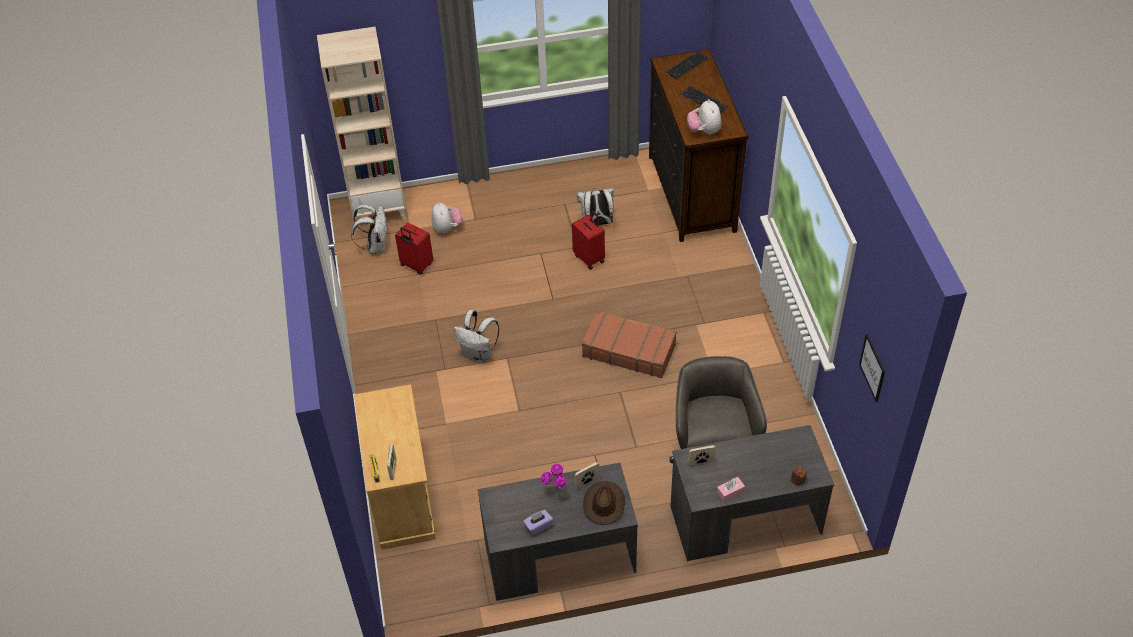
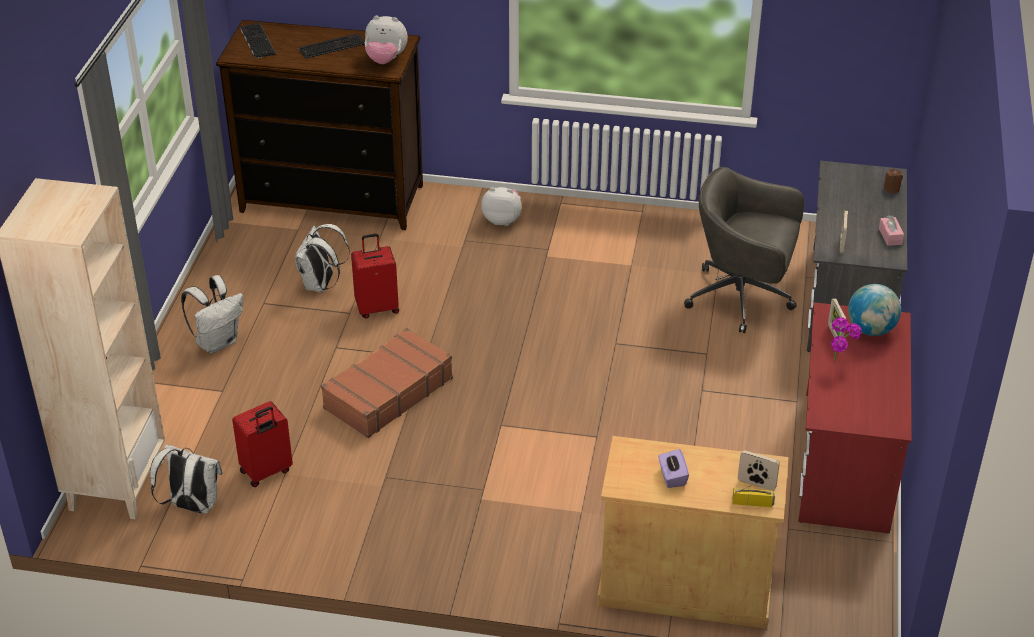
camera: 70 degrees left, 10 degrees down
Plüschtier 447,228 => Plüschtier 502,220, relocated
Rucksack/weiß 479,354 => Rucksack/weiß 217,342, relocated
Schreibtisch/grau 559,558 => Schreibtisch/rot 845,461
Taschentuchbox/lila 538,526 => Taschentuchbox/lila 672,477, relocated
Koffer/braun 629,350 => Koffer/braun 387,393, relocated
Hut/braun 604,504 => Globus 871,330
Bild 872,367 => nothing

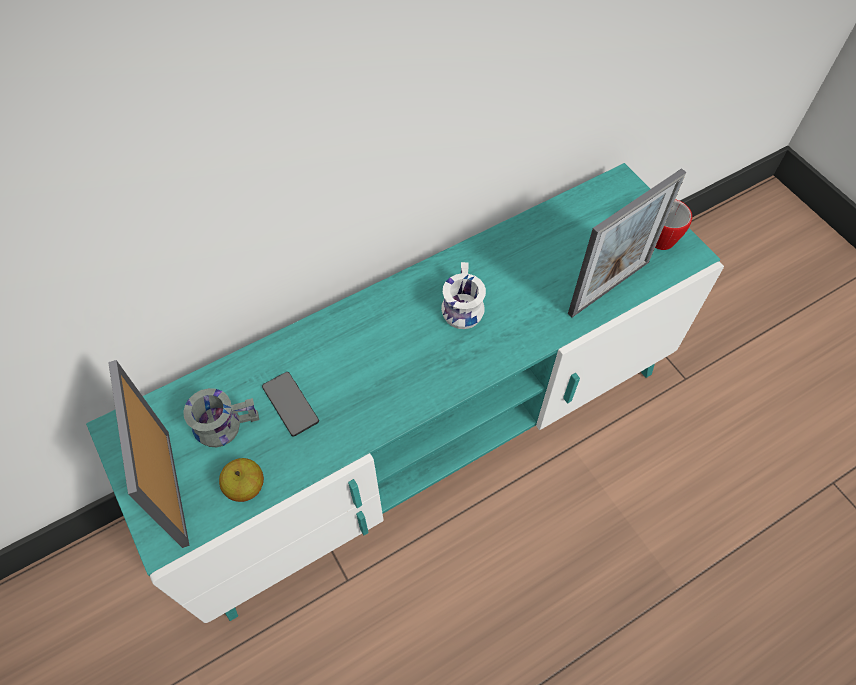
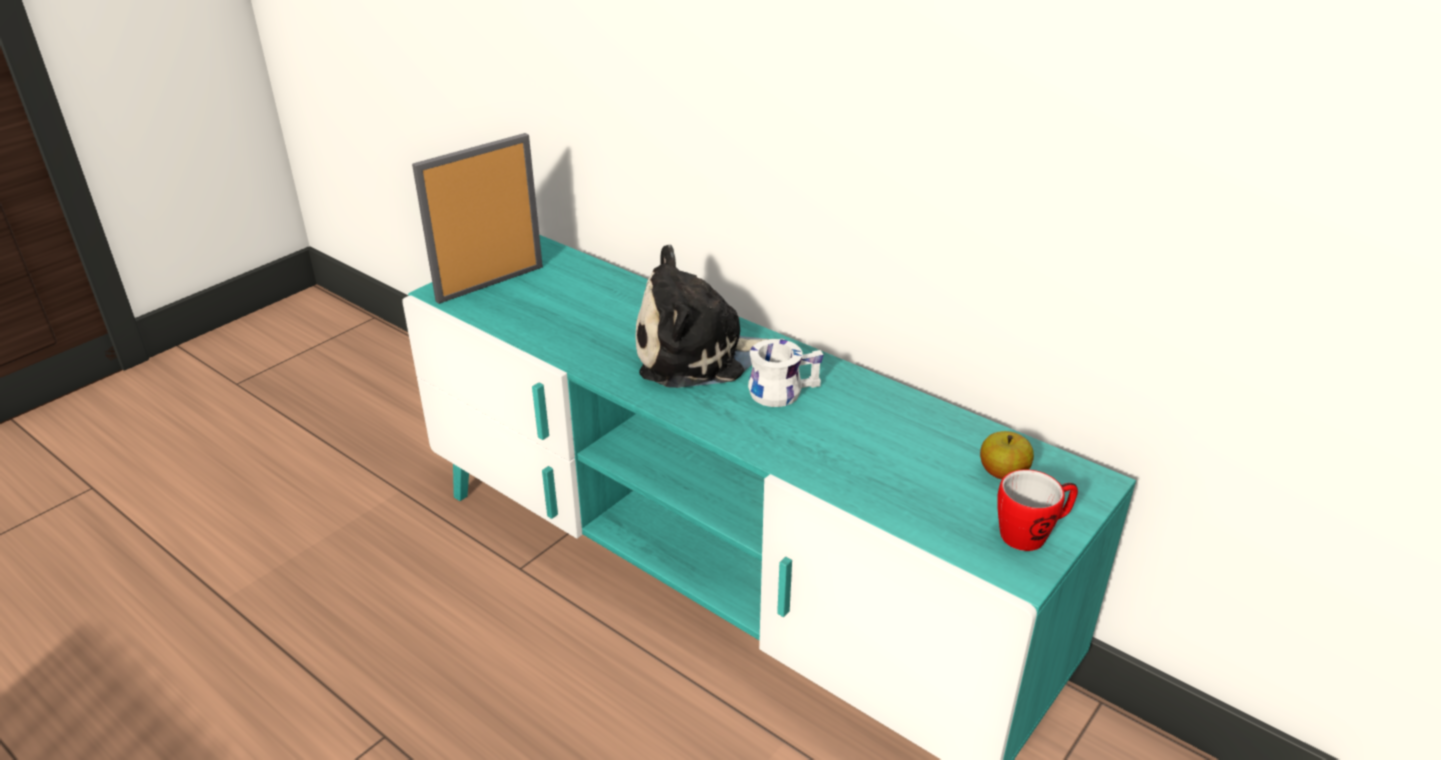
camera: 70 degrees right, 25 degrees down
Henkelbecher/grau 225,422 => nothing
Apfel 245,486 => Apfel 1003,473, relocated
Handy 290,404 => nothing
Bilderrahmen 609,287 => nothing
nothing => Plüschtier 698,354

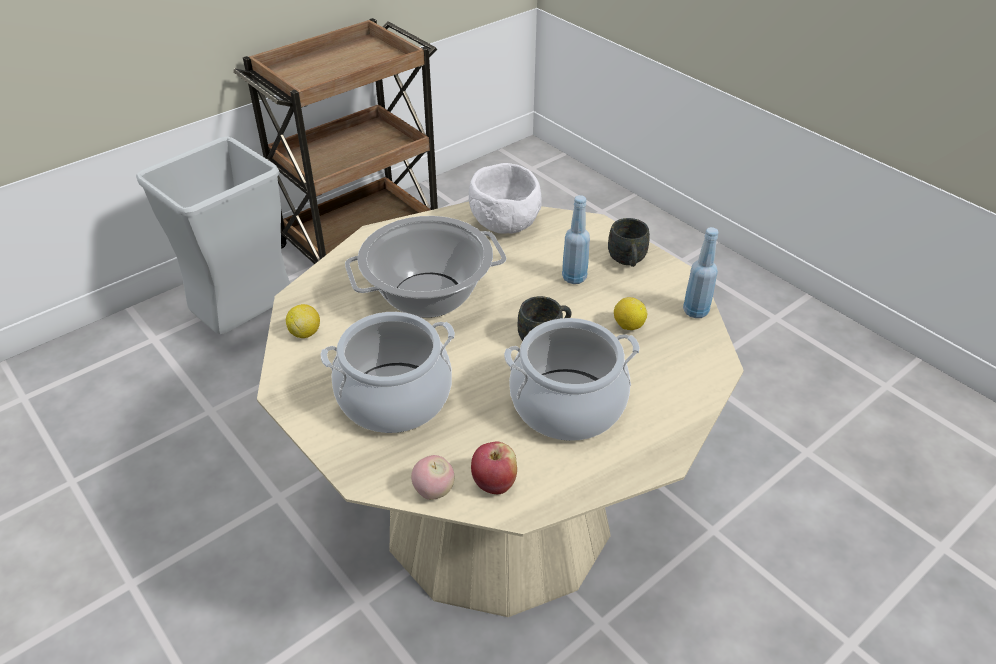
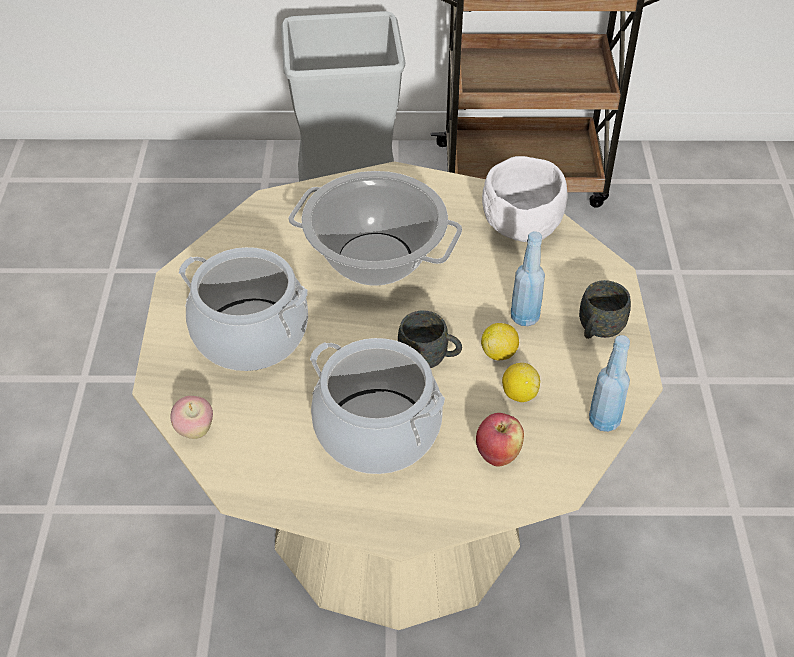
camera: 40 degrees right, 5 degrees up
Zitrone 305,333 => Zitrone 499,353, relocated
Apfel 494,483 => Apfel 497,454, relocated

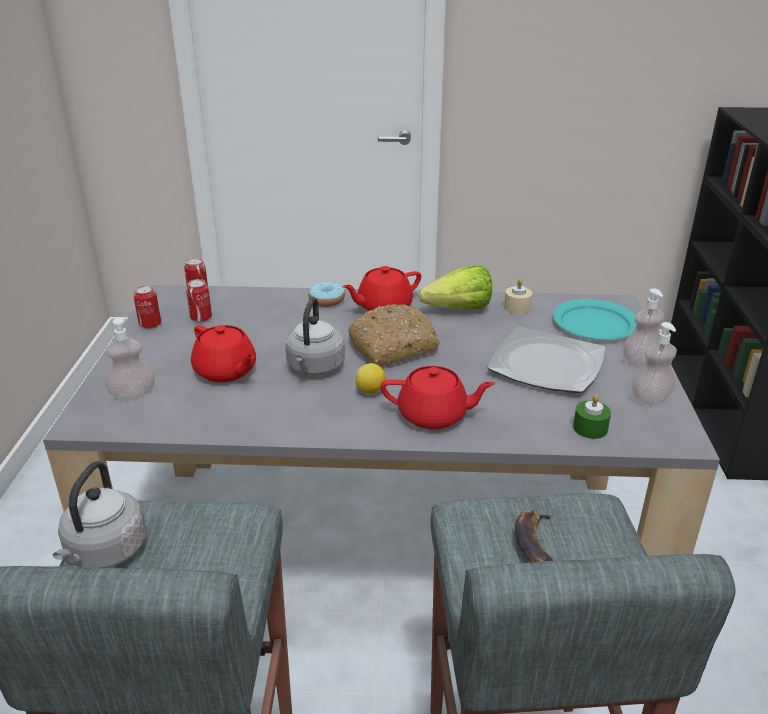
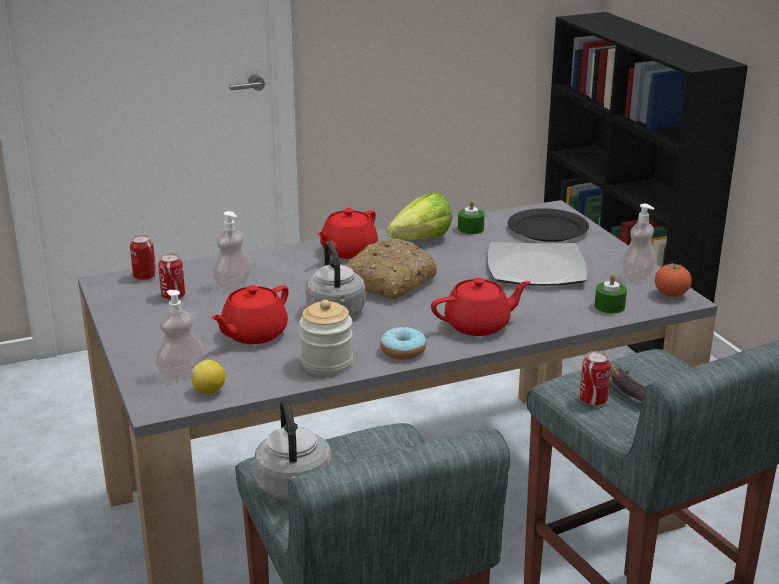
camera: 25 degrees left, 5 degrees down
Dose 150,324 => Dose 593,400, relocated
Teekanne/rot 226,371 => Teekanne/rot 253,334, 105 degrees clockwise
Donut 326,300 => Donut 403,351, relocated
Zitrone 371,391 => Zitrone 209,391, relocated
Kerze/beige 517,307 => Kerze/grün 470,229
Teller/türkis 594,324 => Teller/schwarz 548,229
Seifenspender 640,361 => Seifenspender 233,284, relocated
nothing => Vorratsglas 327,363
nothing => Tomate 671,295

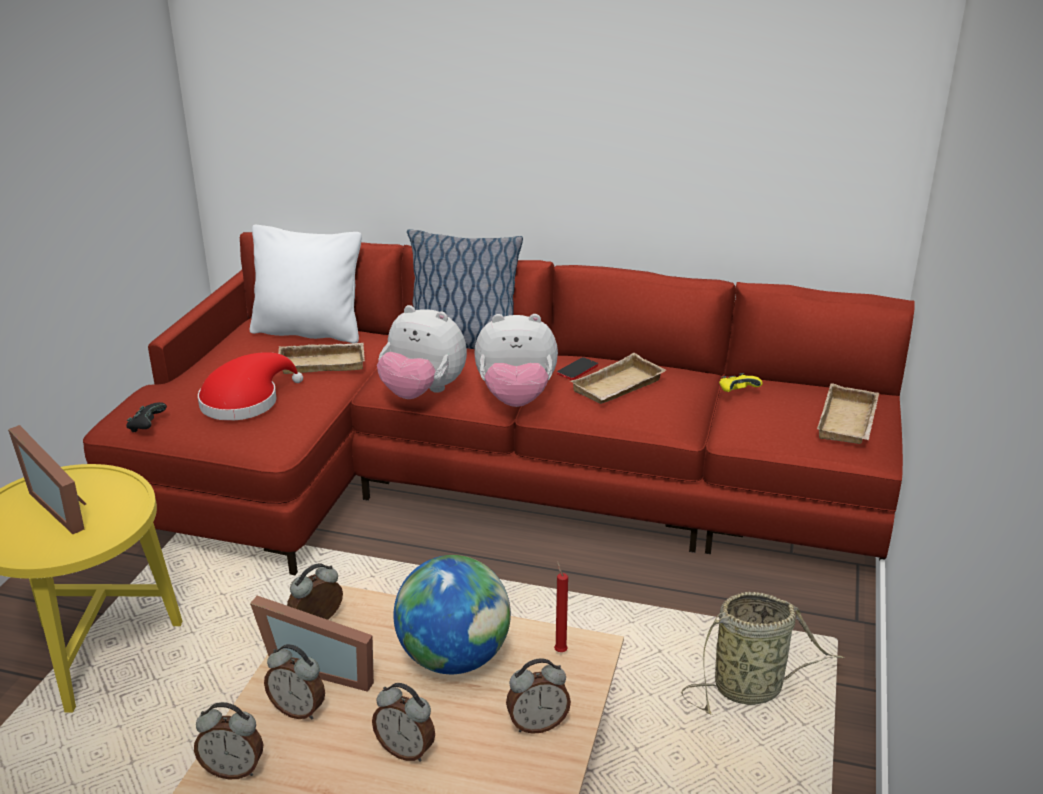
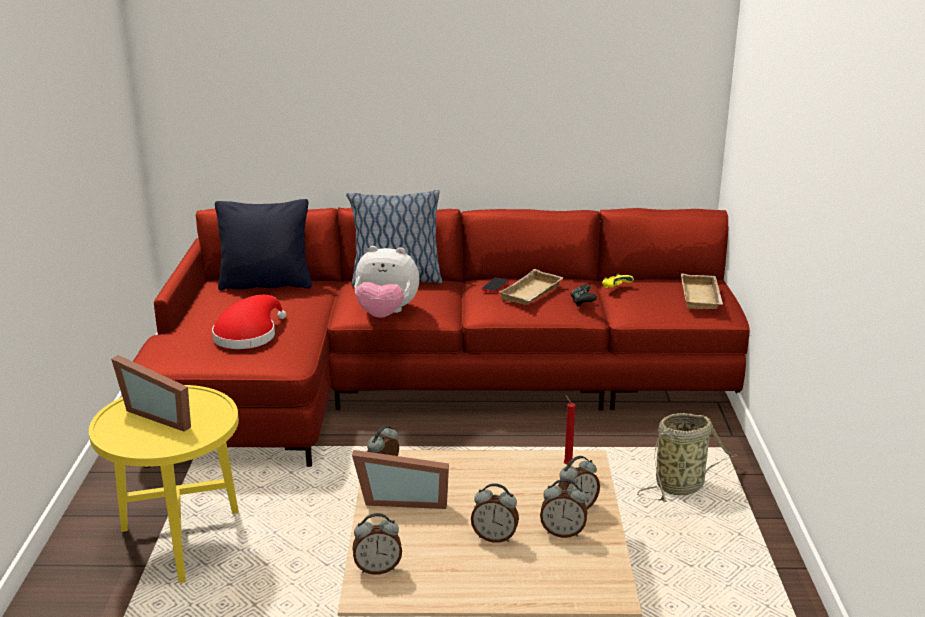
camera: 15 degrees left, 5 degrees down
Gamepad/schwarz 147,426 => Gamepad/schwarz 582,302, relocated
Kissen/weiß 309,332 => Kissen/schwarz 266,284
Wecker 298,709 => Wecker 562,532, relocated
Tablett/beige 323,362 => nothing
Globus 454,658 => nothing
Plüschtier 516,399 => nothing

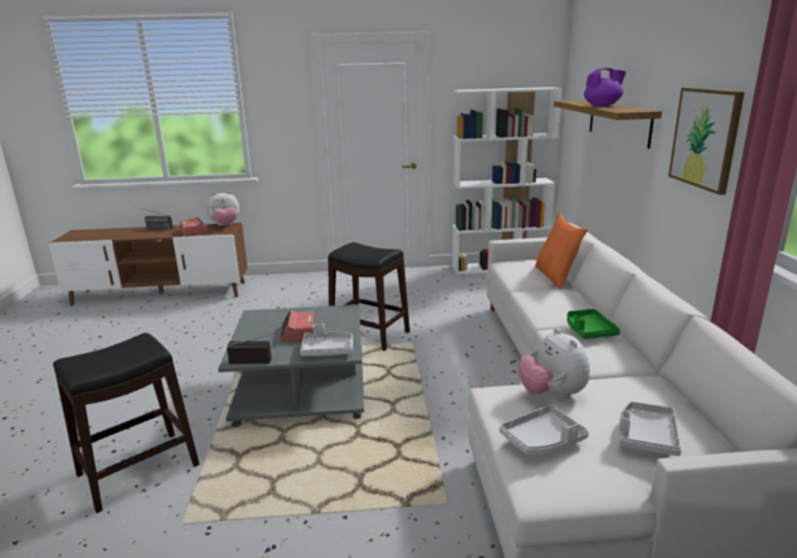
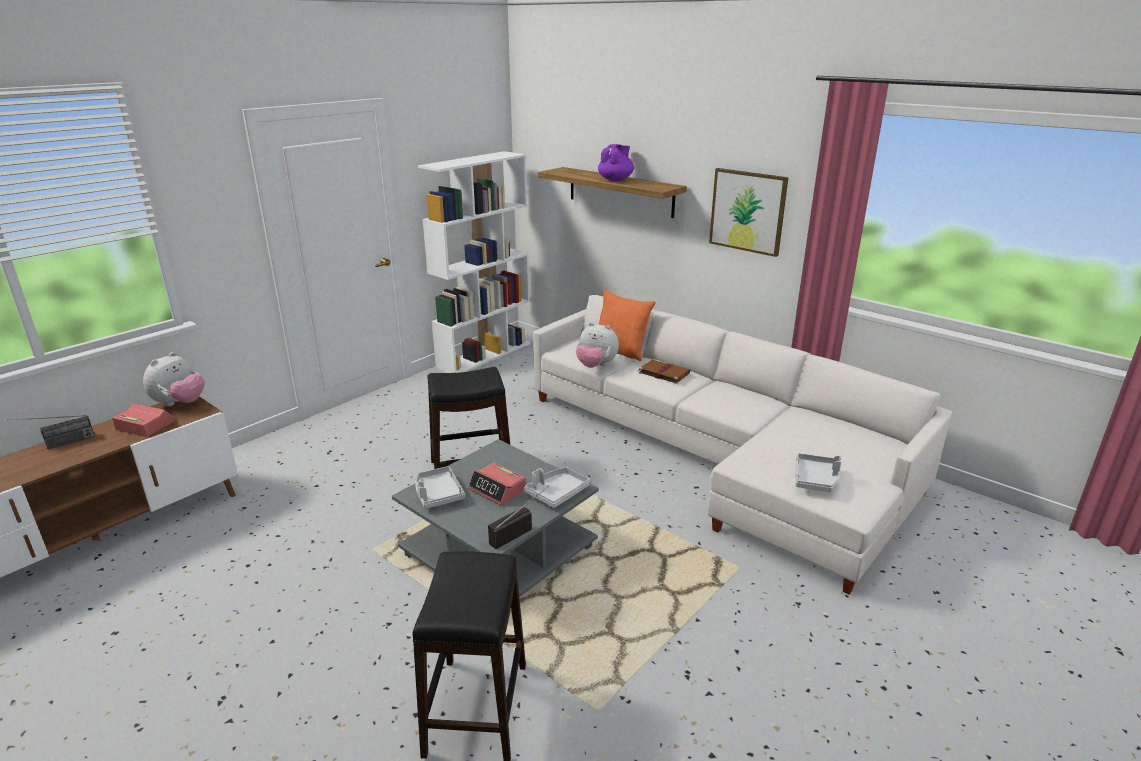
camera: 45 degrees left, 5 degrees up
Plüschtier 552,394 => Plüschtier 596,366, relocated
Tablett/grün 588,331 => nothing
Tablett/grau 646,436 => Tablett/grau 438,494, relocated
nothing => Buch/braun 663,373

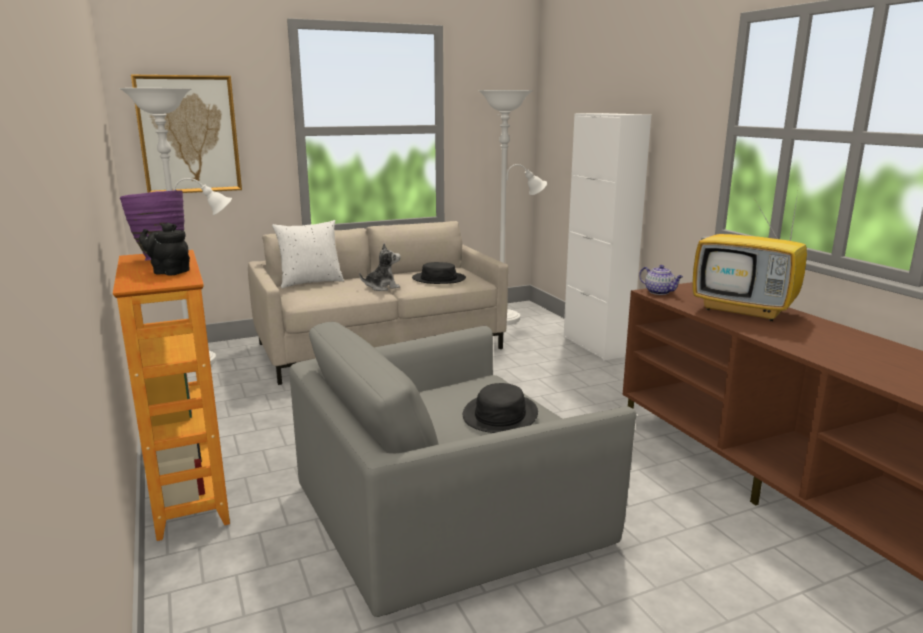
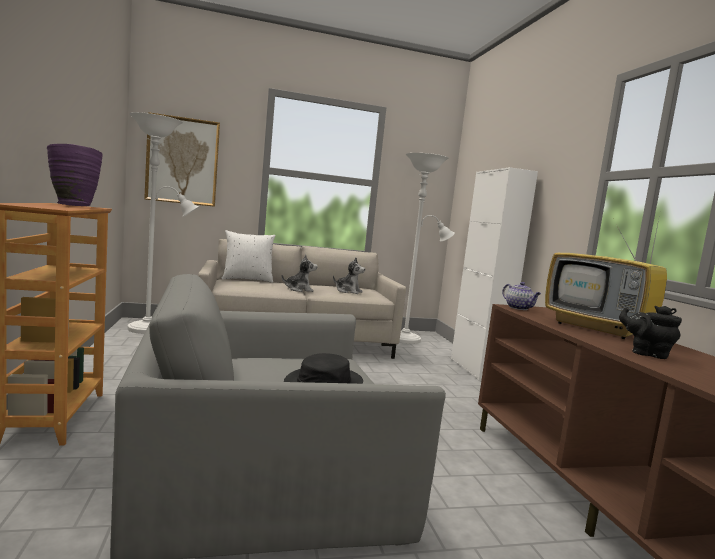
camera: 10 degrees right, 10 degrees down
Teekanne/schwarz 168,272 => Teekanne/schwarz 646,353, relocated
Hut/schwarz 439,279 => Plüschtier 348,291

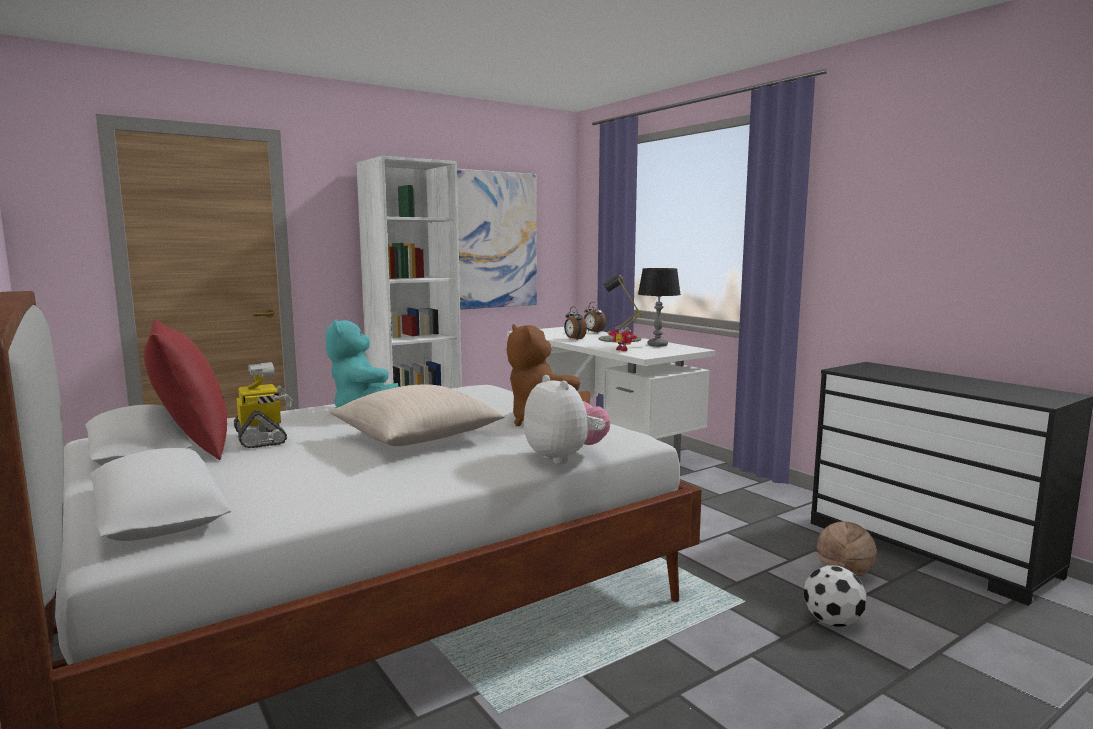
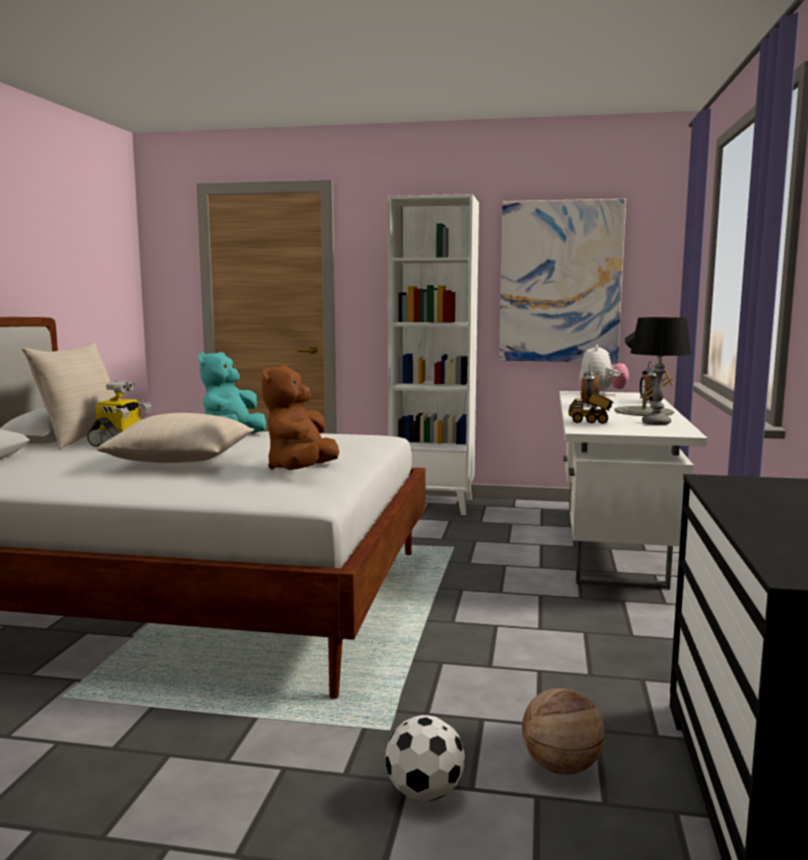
camera: 45 degrees right, 0 degrees up
Kissen/rot 192,446 => Kissen/beige 82,439
Plüschtier 565,457 => Plüschtier 602,394, relocated
Spielzeugroboter 623,350 => Spielzeuglaster 590,422

